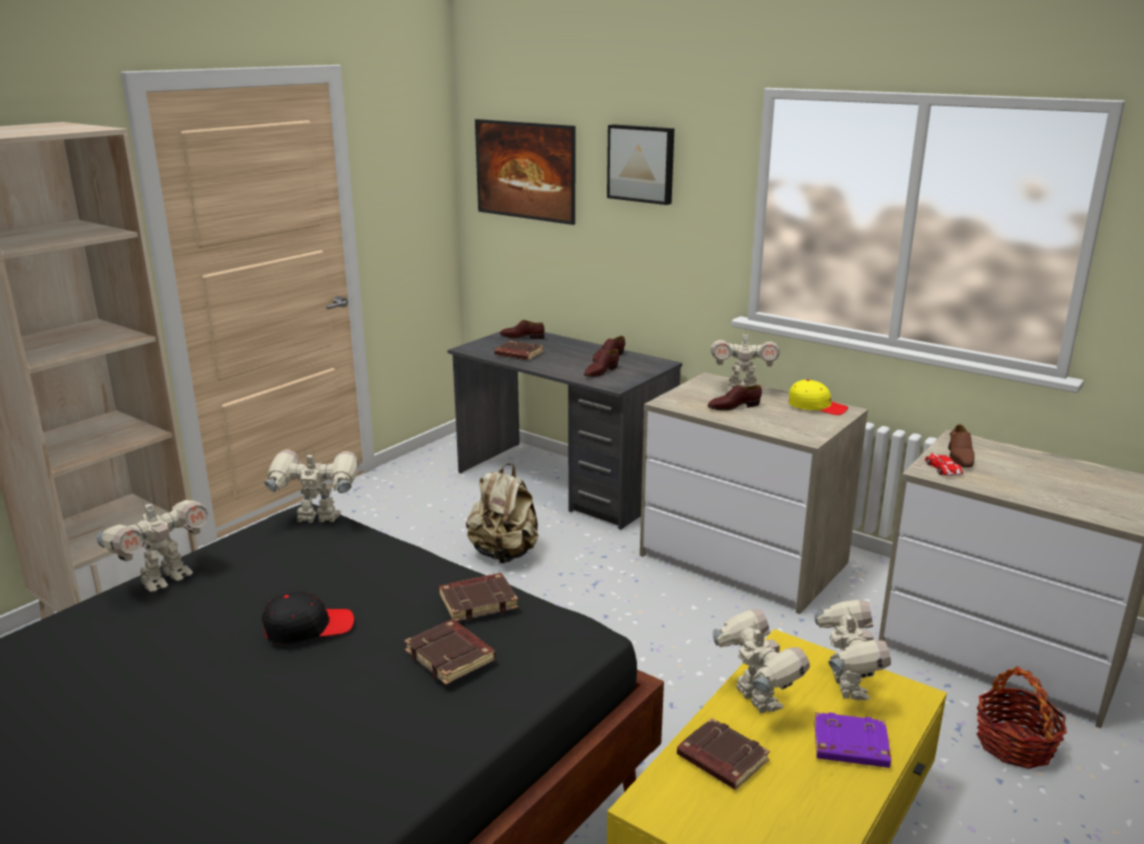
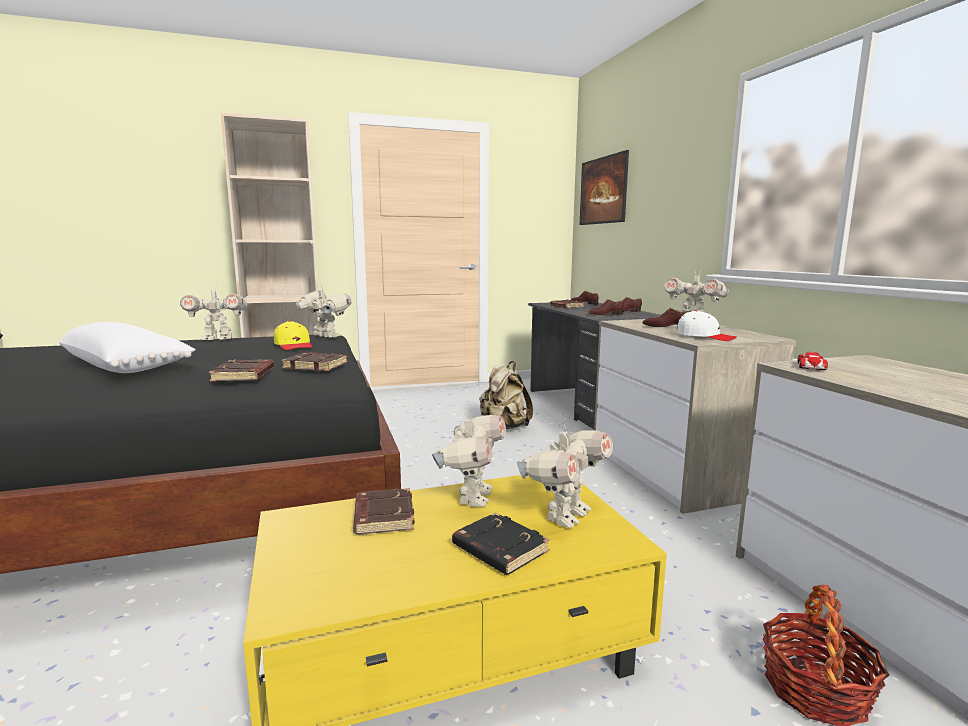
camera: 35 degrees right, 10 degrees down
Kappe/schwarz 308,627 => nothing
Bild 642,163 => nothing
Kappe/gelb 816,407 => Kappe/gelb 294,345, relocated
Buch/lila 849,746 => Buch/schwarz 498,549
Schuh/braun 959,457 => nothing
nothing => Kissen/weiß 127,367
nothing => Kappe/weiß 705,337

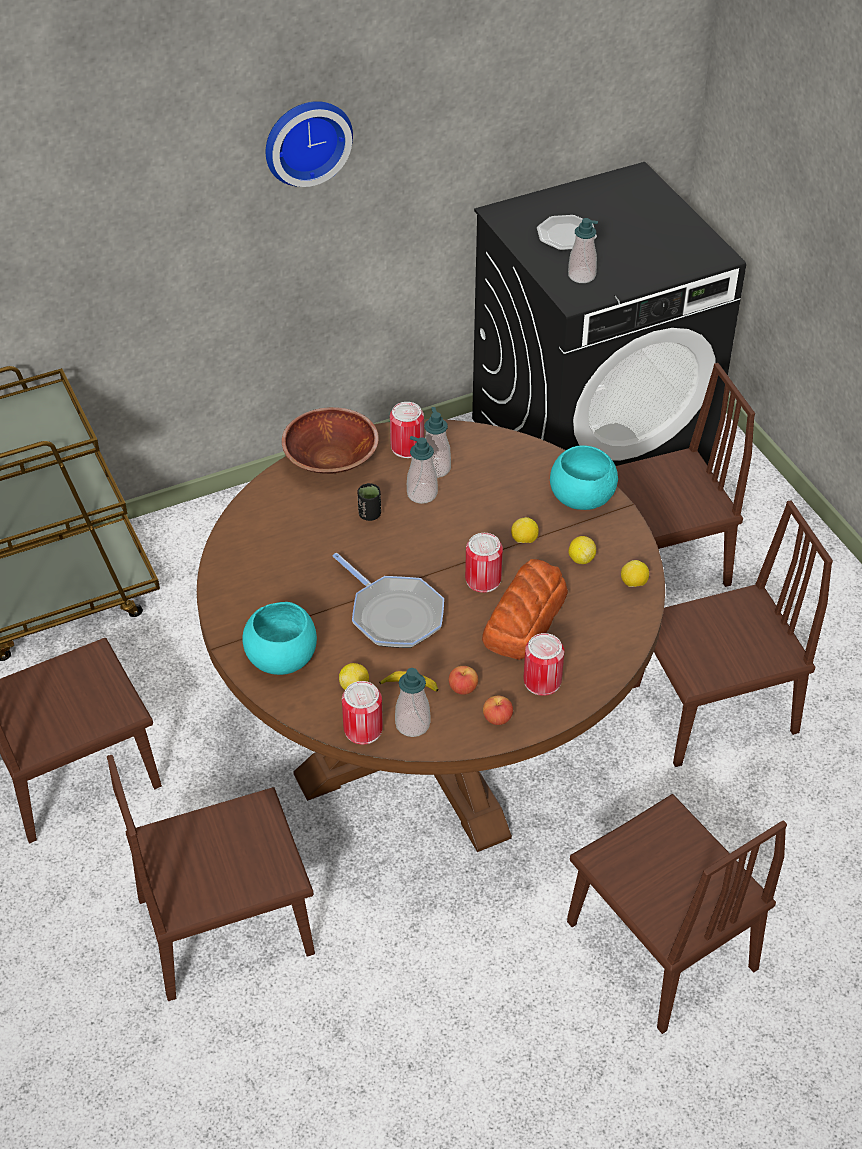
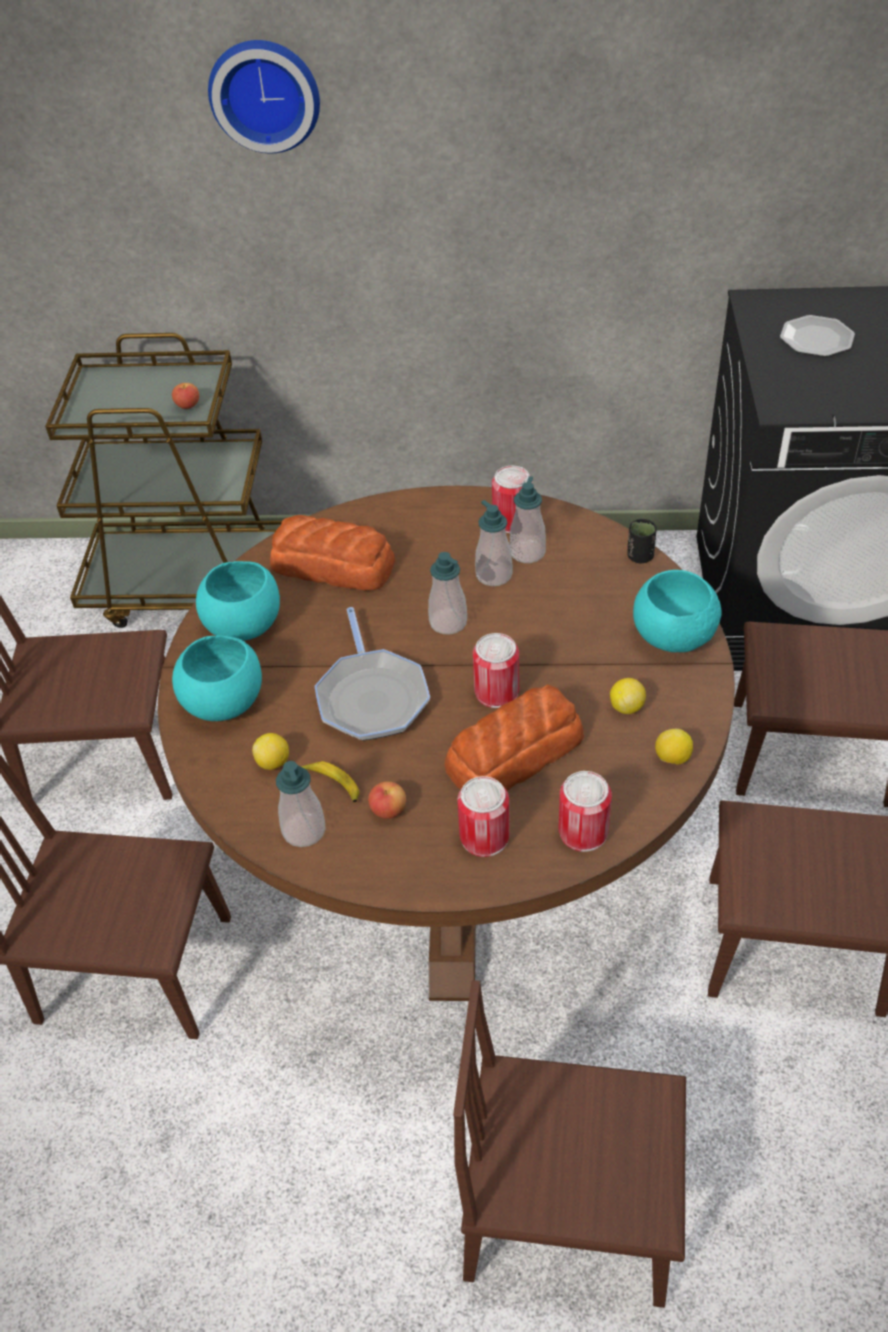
camera: 30 degrees right, 0 degrees up
Wanduhr 306,140 => Wanduhr 265,93, relocated
Schüssel/braun 331,461 => nothing
Dose 363,729 => Dose 583,831, relocated
Tasse/schwarz 369,514 => Tasse/schwarz 640,556, relocated
Apfel 497,718 => Apfel 188,405, relocated
Zitrone 524,540 => nothing
Stuhl/braun 661,945 => Stuhl/braun 569,1209, 105 degrees clockwise
Seifenspender 581,276 => Seifenspender 448,622, relocated
nothing => Schüssel/türkis 245,624
nothing => Brot 334,566

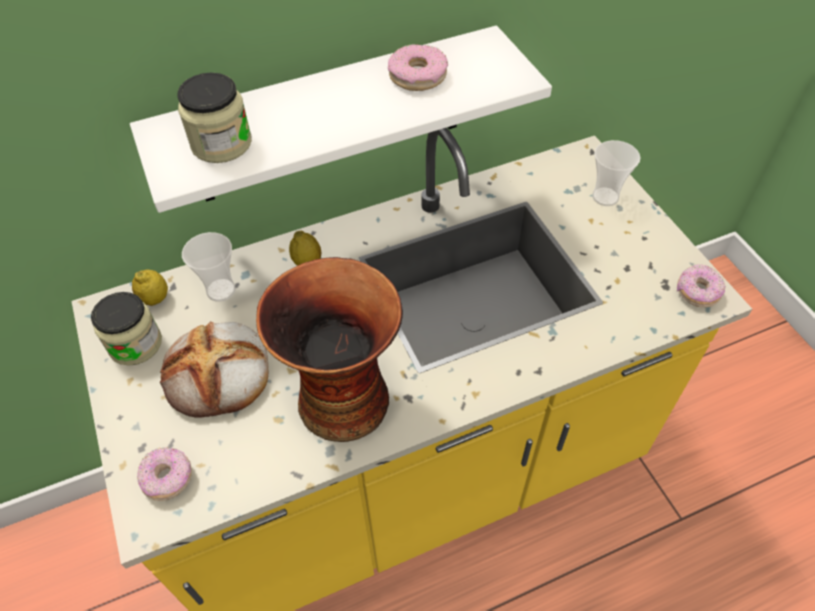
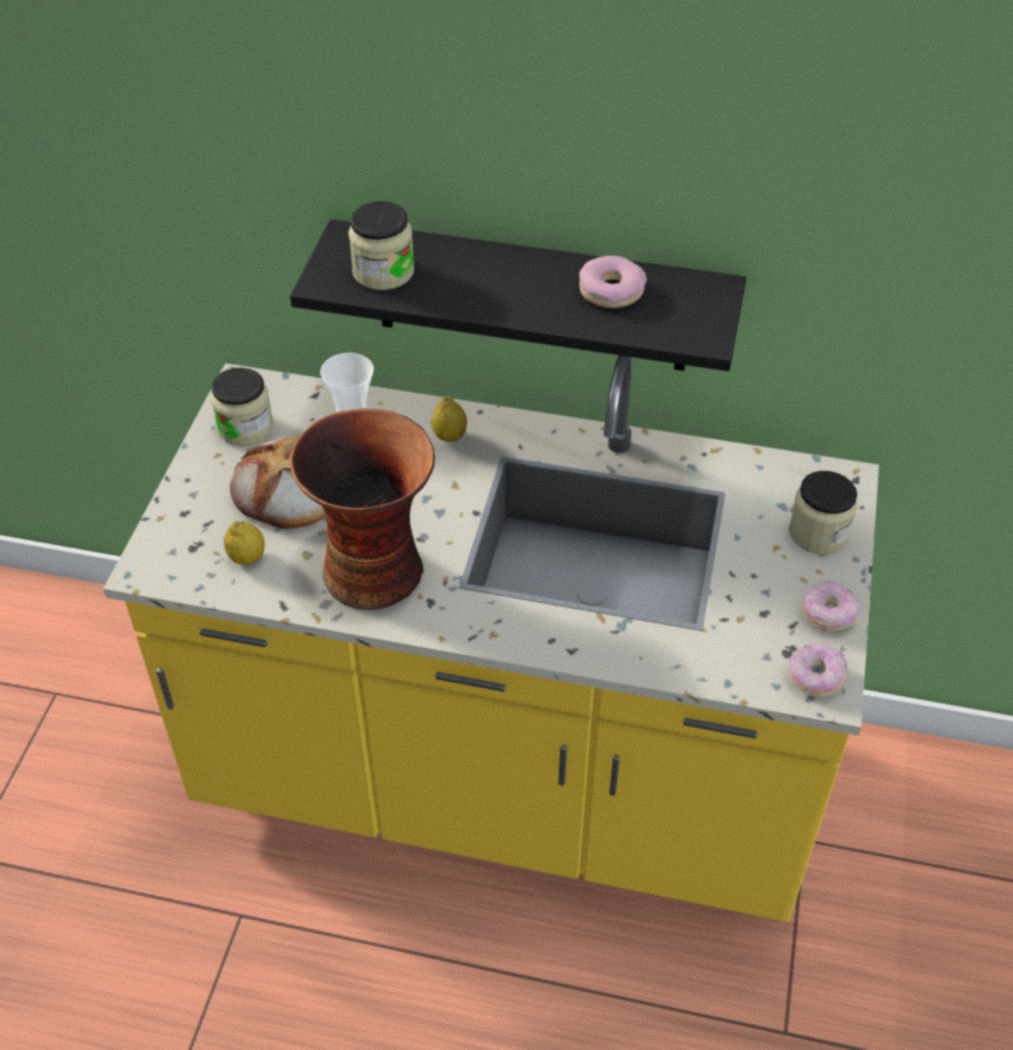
camera: 35 degrees right, 5 degrees down
Wandregal/weiß 330,118 => Wandregal/schwarz 532,297
Zitrone 155,299 => Zitrone 247,558, relocated
Donut 168,478 => Donut 828,615, relocated
Tasse 605,197 => Vorratsglas 818,533

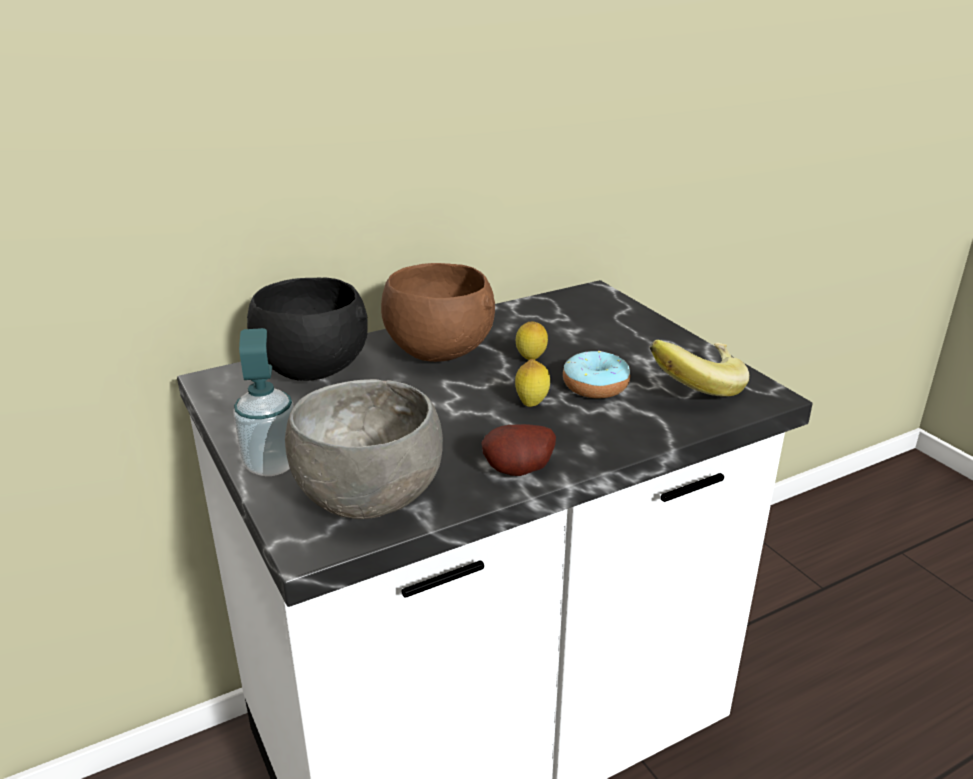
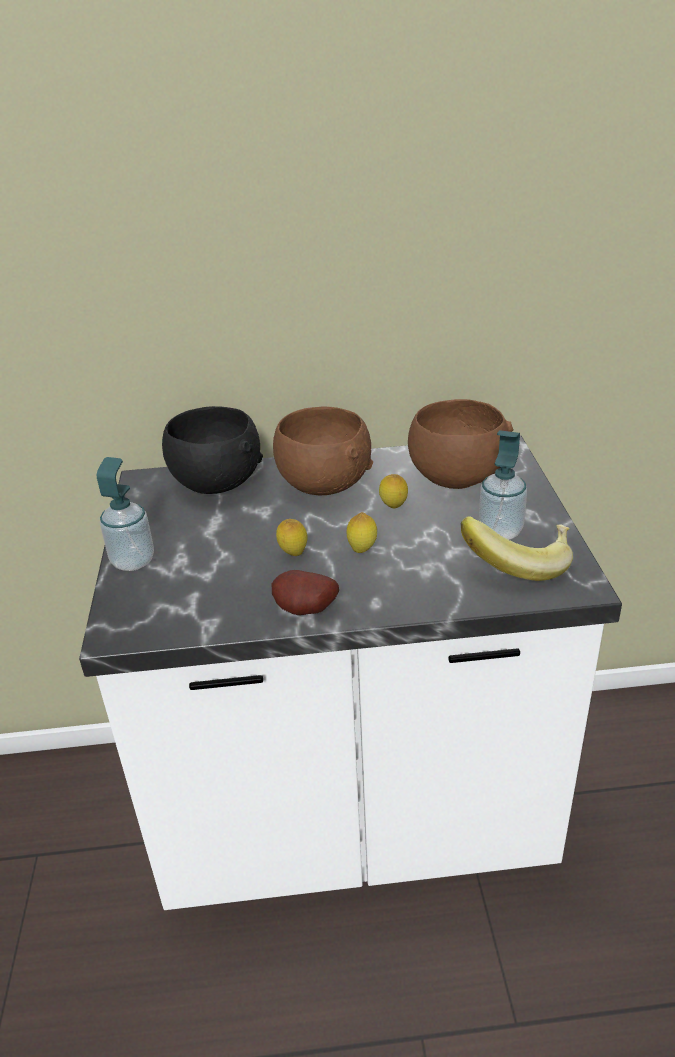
camera: 25 degrees right, 5 degrees up
Schüssel/grau 371,499 => nothing
Donut 595,386 => nothing
nothing => Zitrone 293,554
nothing => Schüssel/braun 454,478
nothing => Seifenspender 500,531

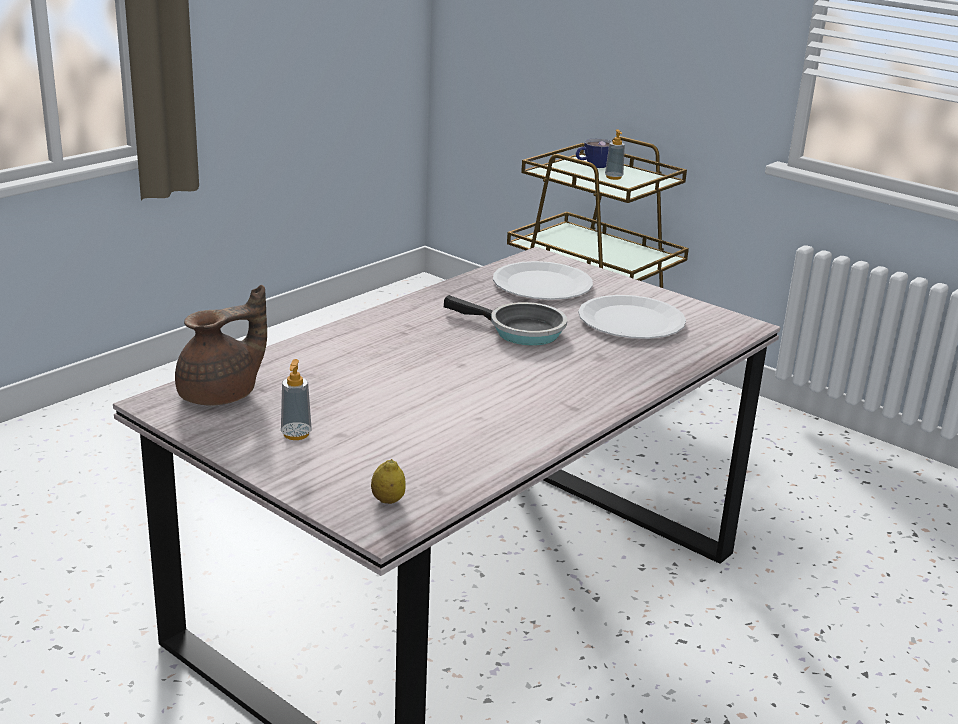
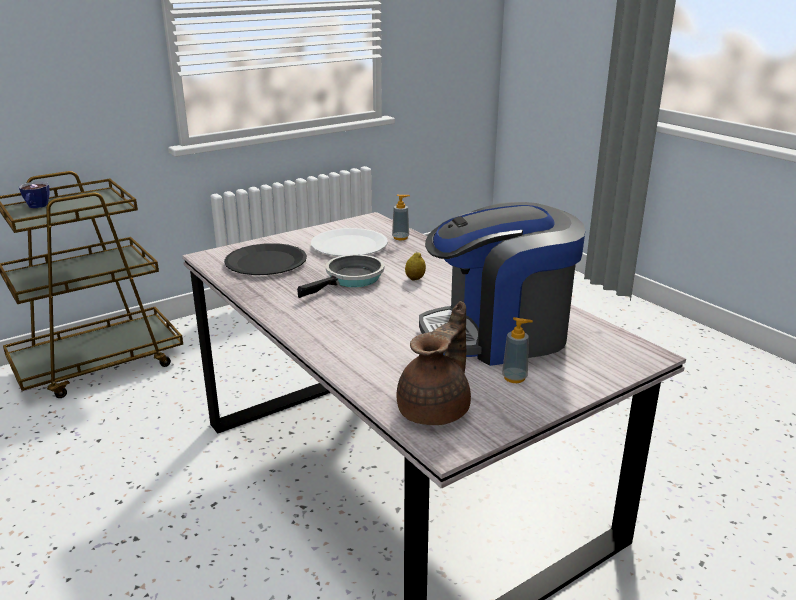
camera: 75 degrees left, 0 degrees up
Teekanne/braun 222,395 => Teekanne/braun 436,409, 60 degrees clockwise
Zitrone 388,501 => Zitrone 415,279, relocated
Teller/weiß 542,284 => Teller/schwarz 265,262
Seifenspender 613,177 => Seifenspender 400,238, relocated
nothing => Kaffeemaschine 498,334

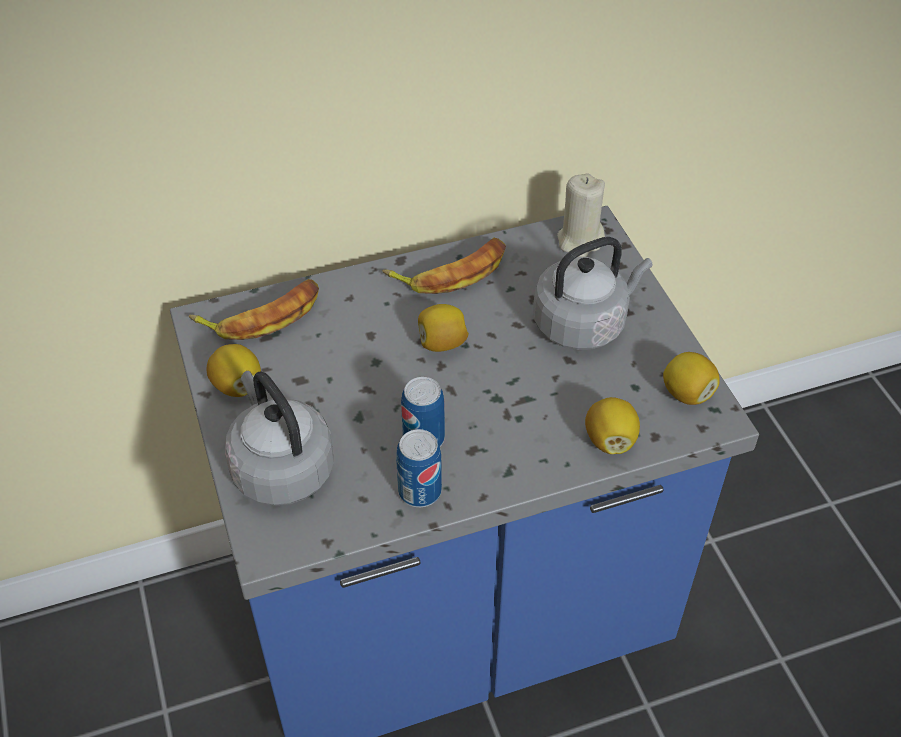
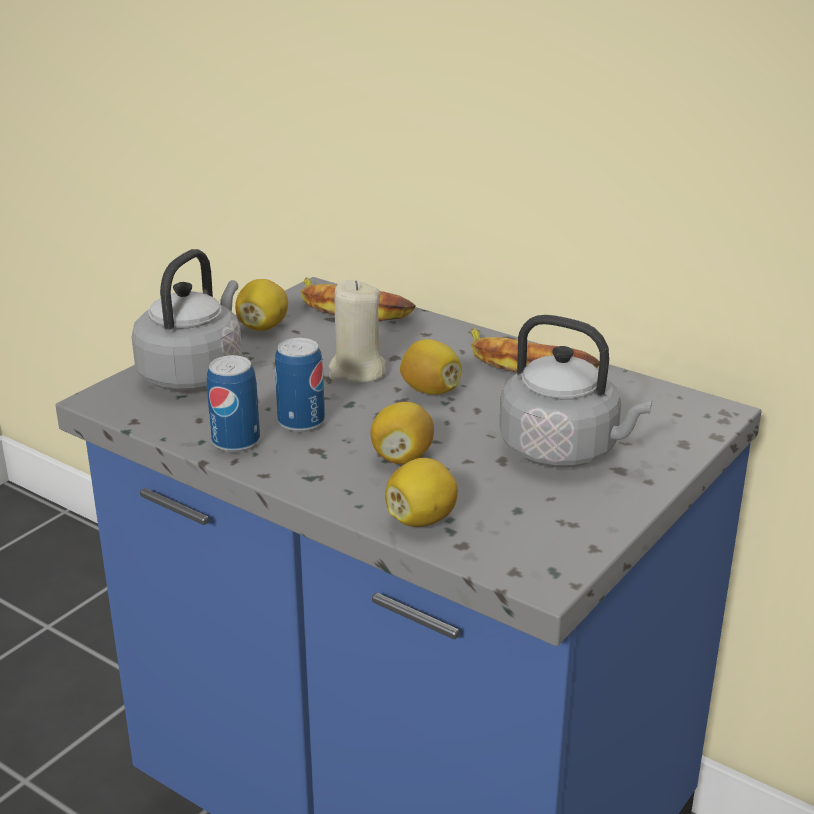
camera: 55 degrees right, 20 degrees down
Kerze/beige 580,241 => Kerze/beige 357,371, relocated
Zitrone 687,393 => Zitrone 402,457, relocated

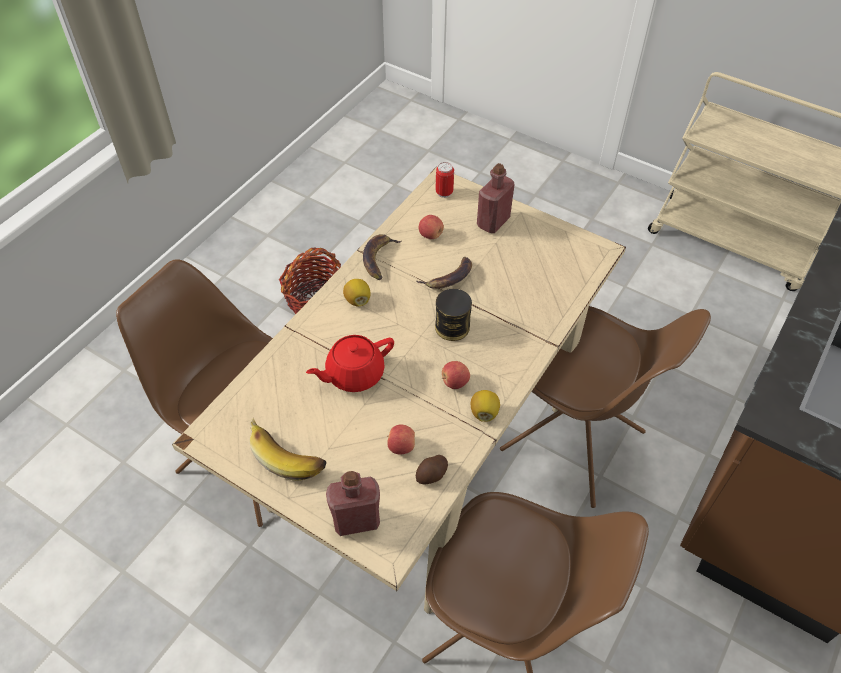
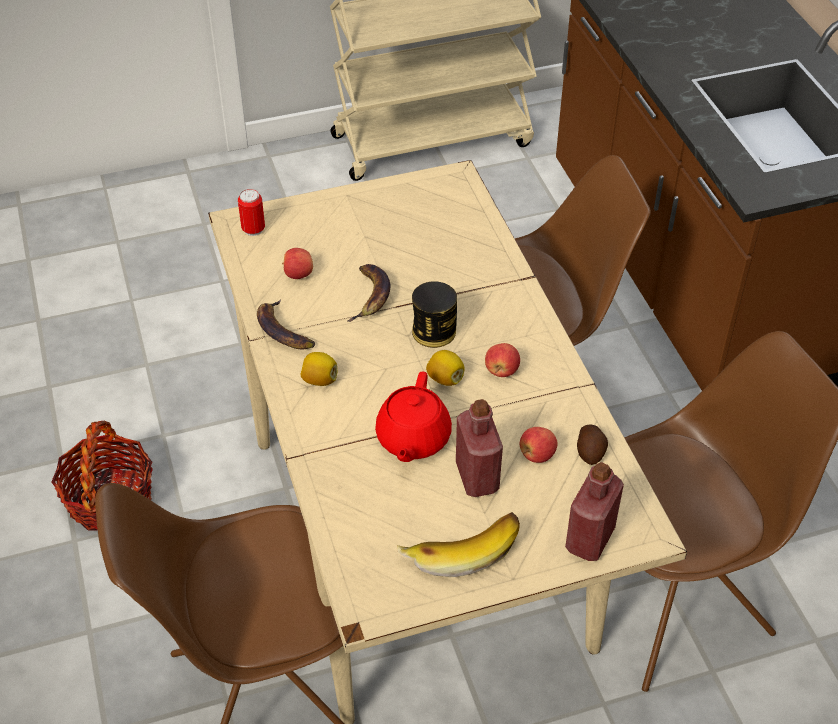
camera: 50 degrees left, 5 degrees down
Zitrone 484,412 => Zitrone 445,378, relocated
Flasche/rot 493,222 => Flasche/rot 477,477, relocated

